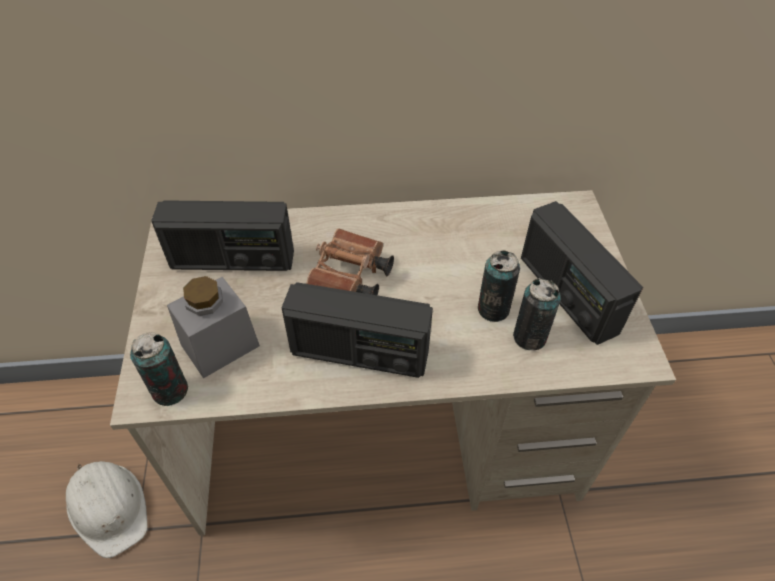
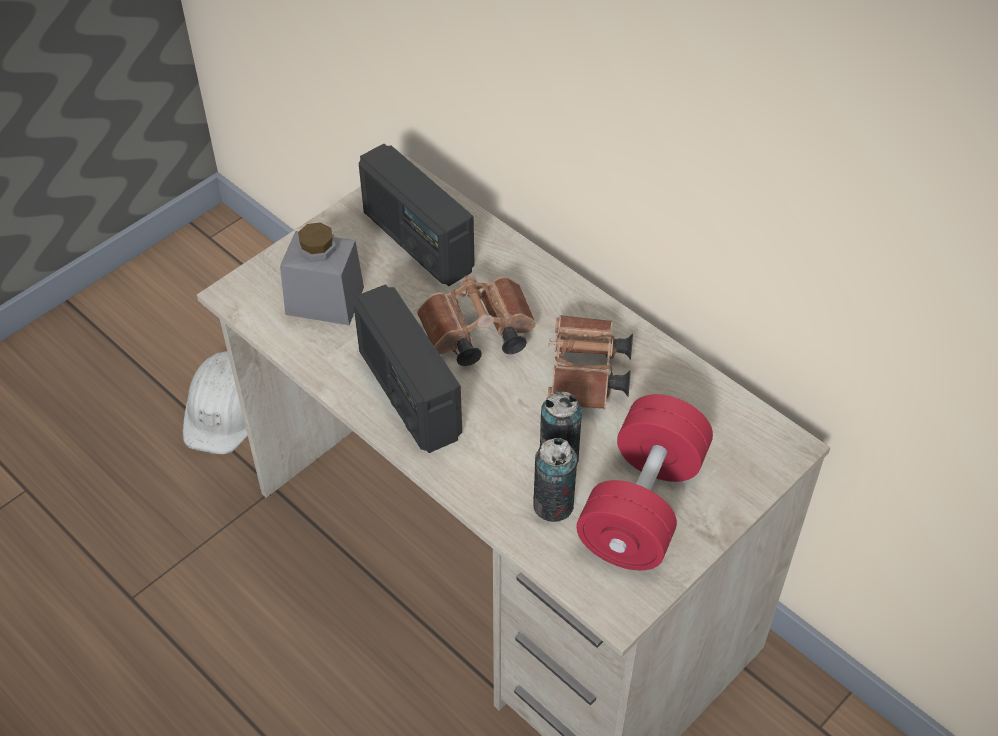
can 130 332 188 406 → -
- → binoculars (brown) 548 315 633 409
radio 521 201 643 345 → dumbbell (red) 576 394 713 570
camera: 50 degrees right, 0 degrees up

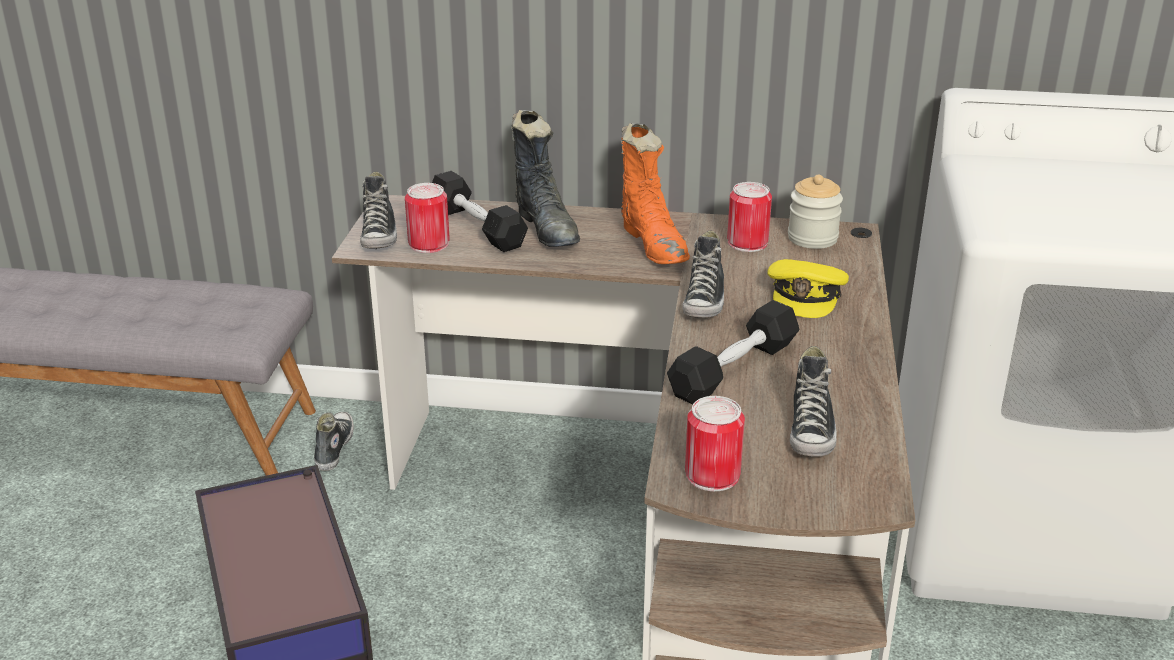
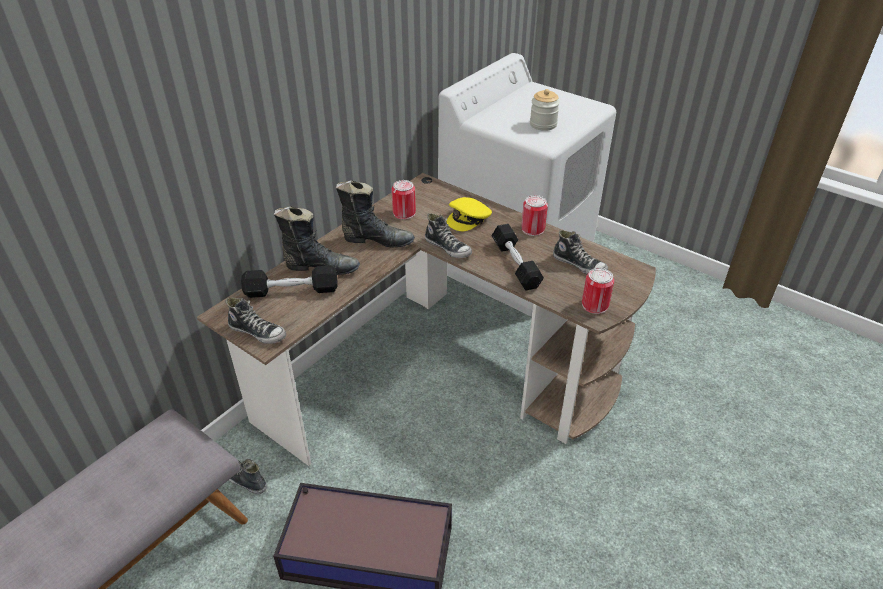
can 405 183 450 253 → can 521 195 548 236, move
jar 788 175 843 249 → jar 530 89 560 131, move
boot (orange) 621 123 690 264 → boot (black) 335 180 415 247
cap (yellow) 768 259 849 318 → cap (yellow) 447 197 492 231, 90 degrees clockwise
camera: 60 degrees left, 10 degrees up

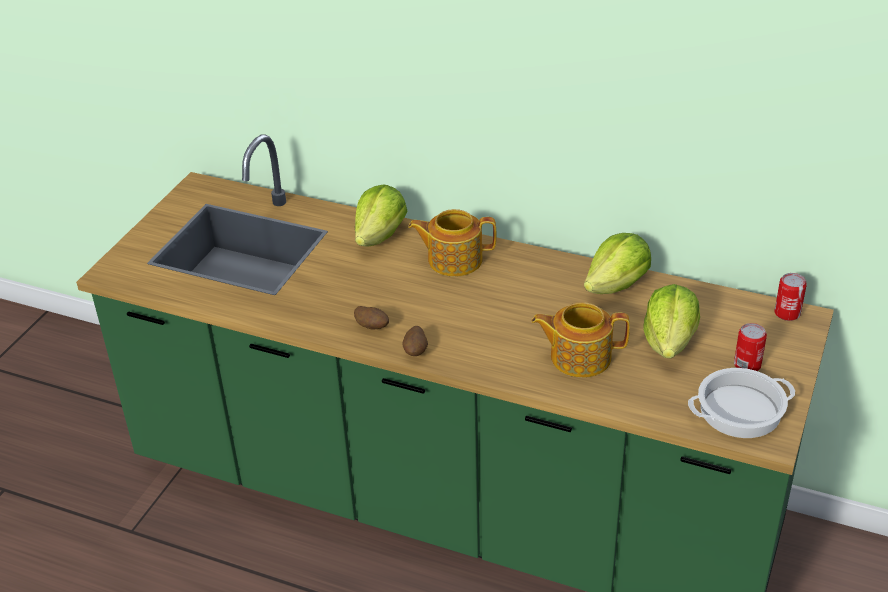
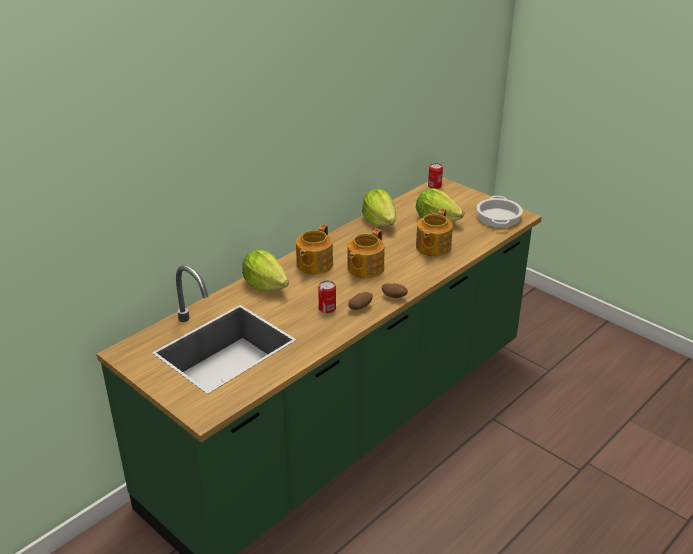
- → teapot 348 229 385 278
can 734 323 767 371 → can 318 280 336 313, move
camera: 70 degrees left, 5 degrees down

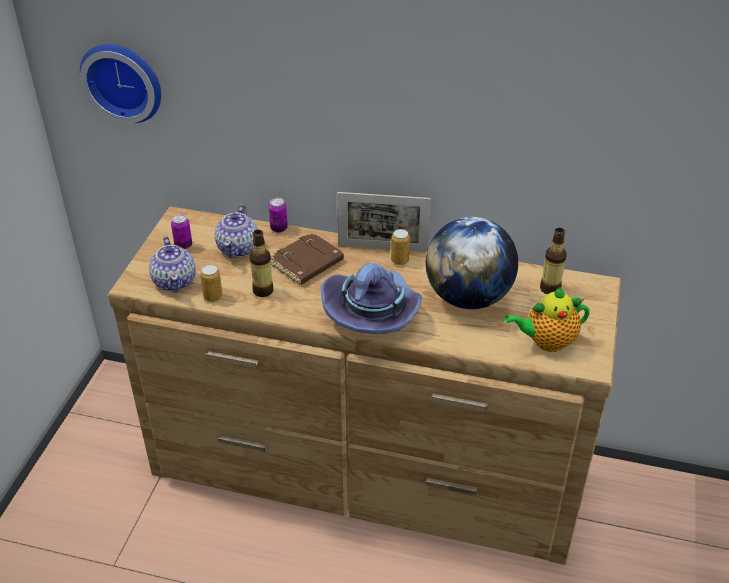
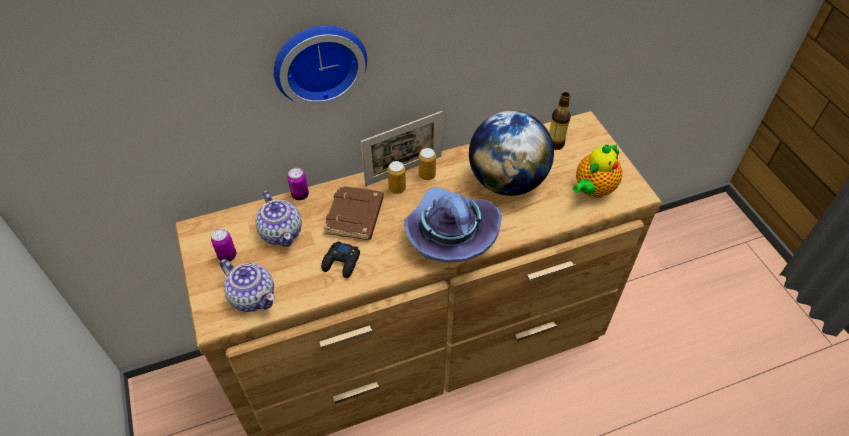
wall clock 80 44 161 123 → wall clock 274 26 367 107, move
can 200 265 223 302 → can 388 161 406 194, move
bottle 250 230 274 297 → game controller (black) 321 241 360 278
camera: 35 degrees left, 10 degrees up

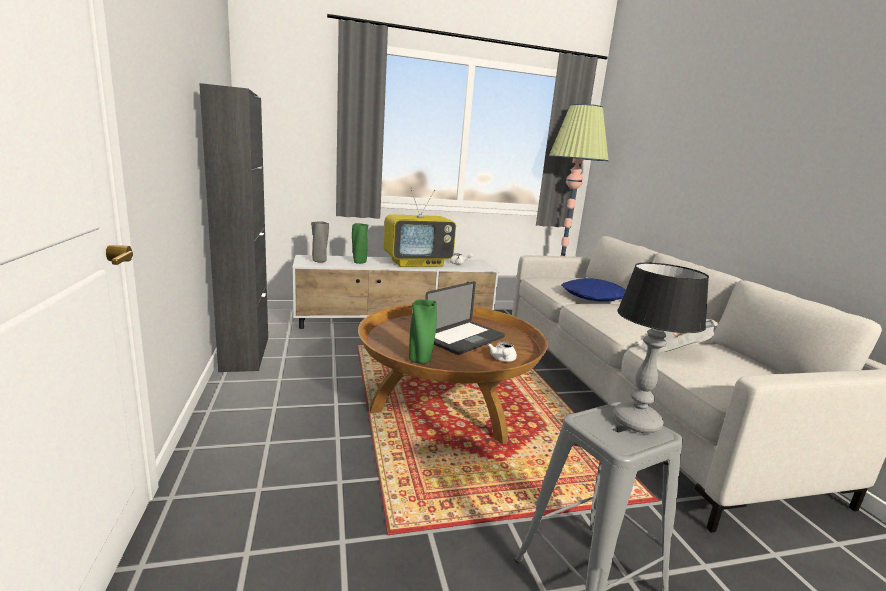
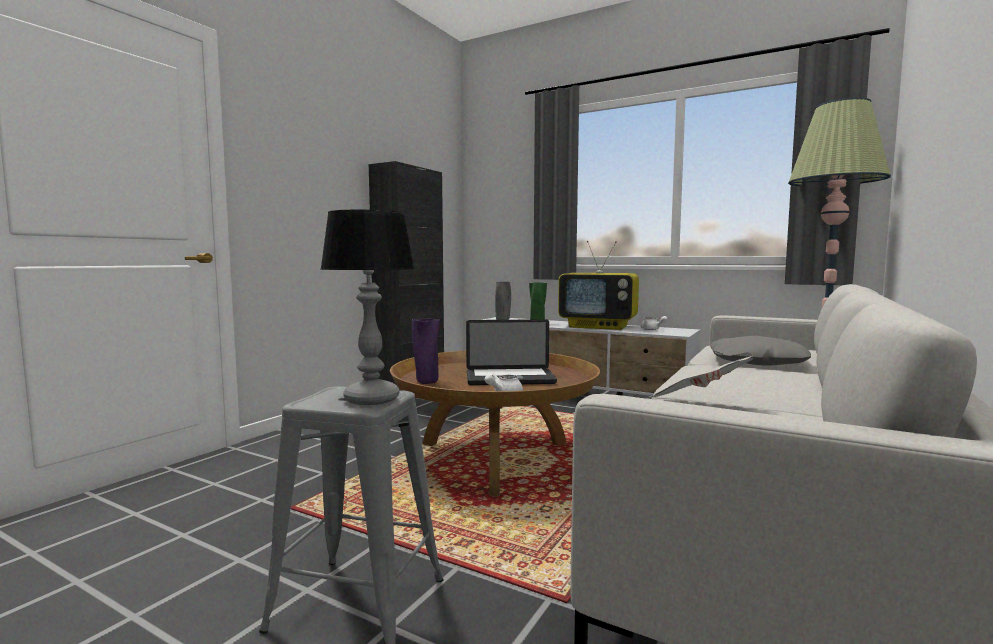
vase (green) 409 300 437 364 → vase (purple) 412 319 440 384
pillow (blue) 561 278 626 302 → pillow (grey) 710 336 811 366
camera: 45 degrees right, 10 degrees down

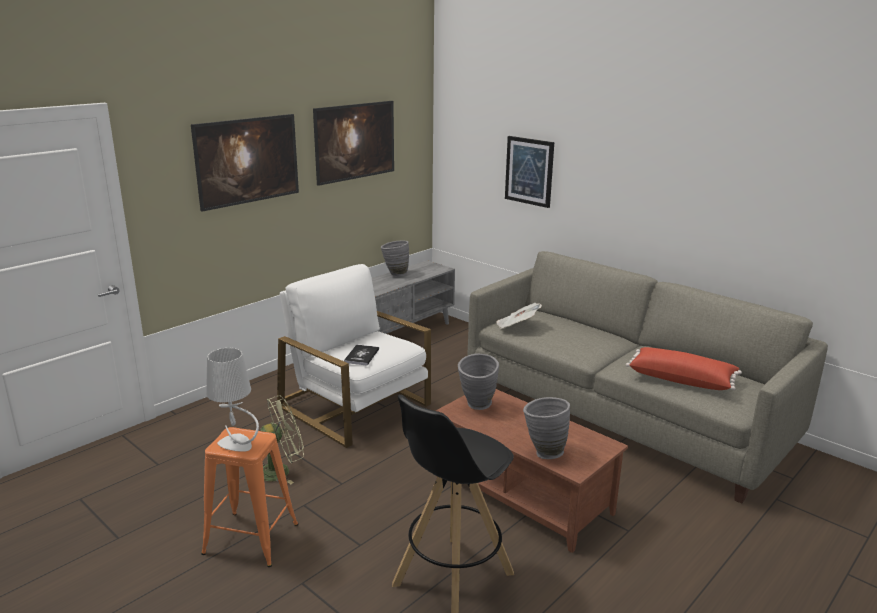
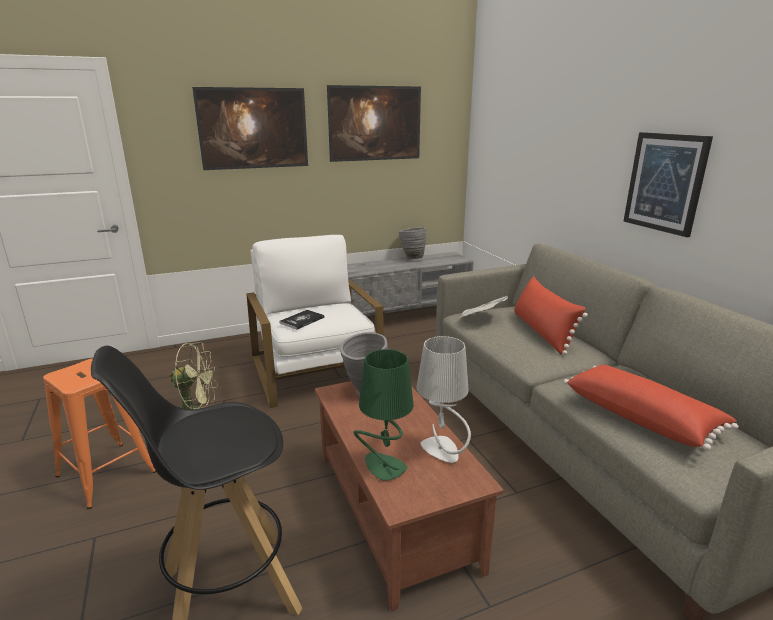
- → pillow (red) 514 276 588 355
table lamp (grey) 206 348 259 452 → table lamp (grey) 417 336 471 463, move
picture 505 136 554 208 → picture 624 132 713 237, move
vase (grey) 523 397 570 459 → table lamp (green) 353 349 414 481
camera: 25 degrees right, 0 degrees up

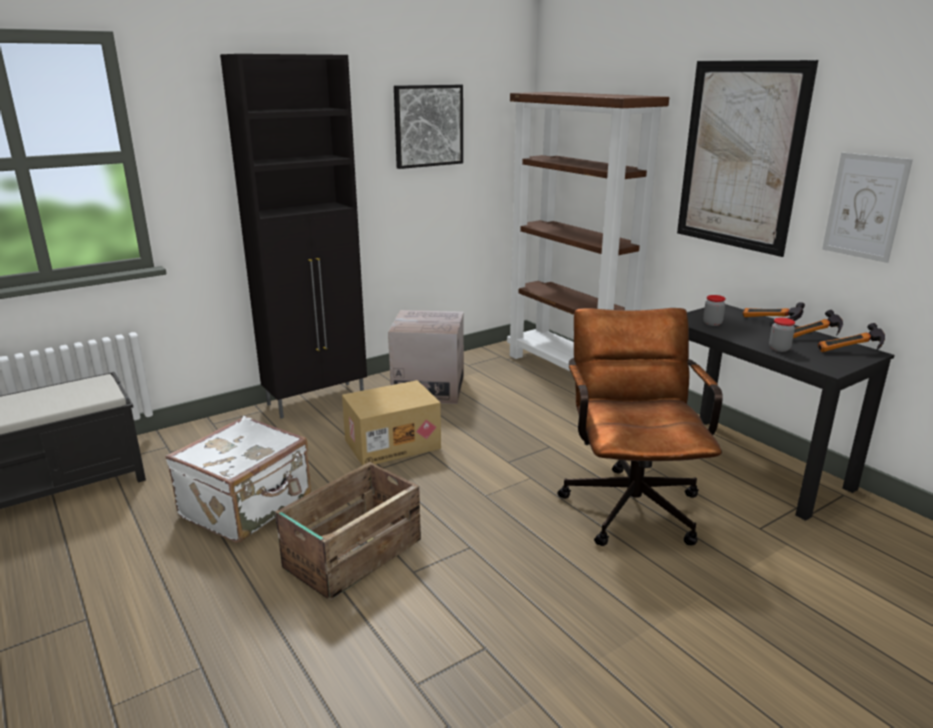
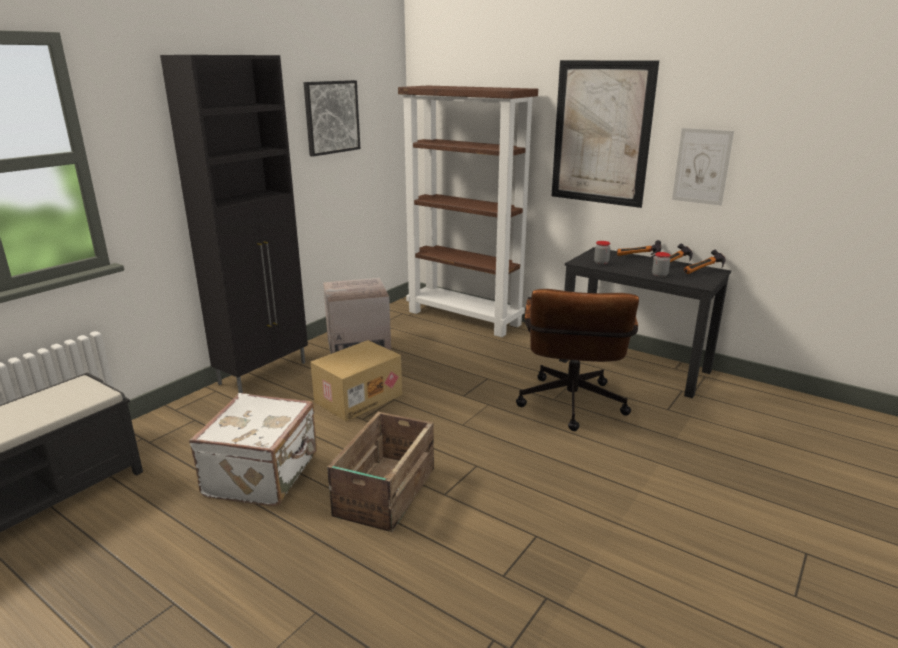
office chair (brown) 557 308 723 546 → office chair (brown) 516 289 639 431, 150 degrees counterclockwise
camera: 20 degrees left, 0 degrees up

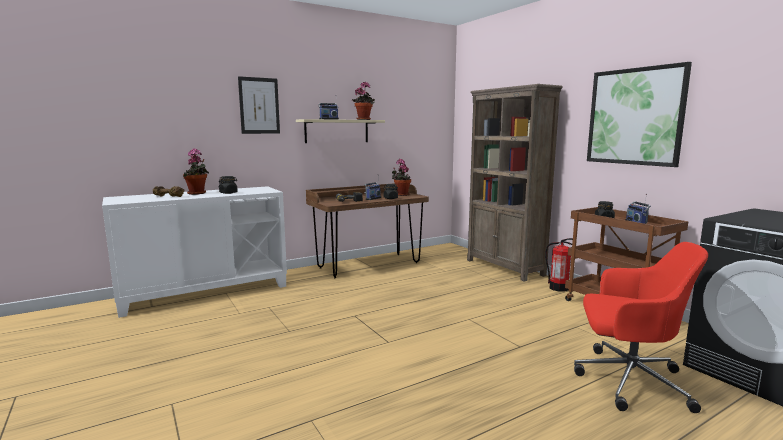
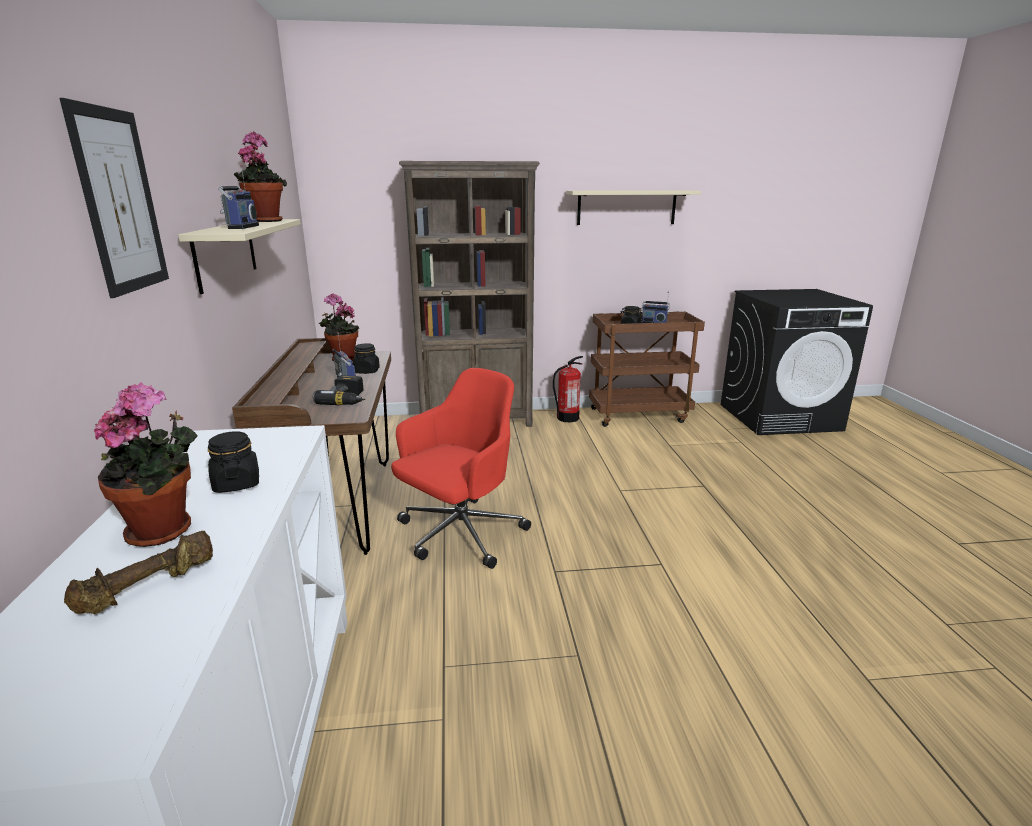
office chair (red) 574 242 708 413 → office chair (red) 391 368 531 569, move
picture 587 62 692 167 → shelf (beige) 566 190 701 225
camera: 65 degrees left, 10 degrees up

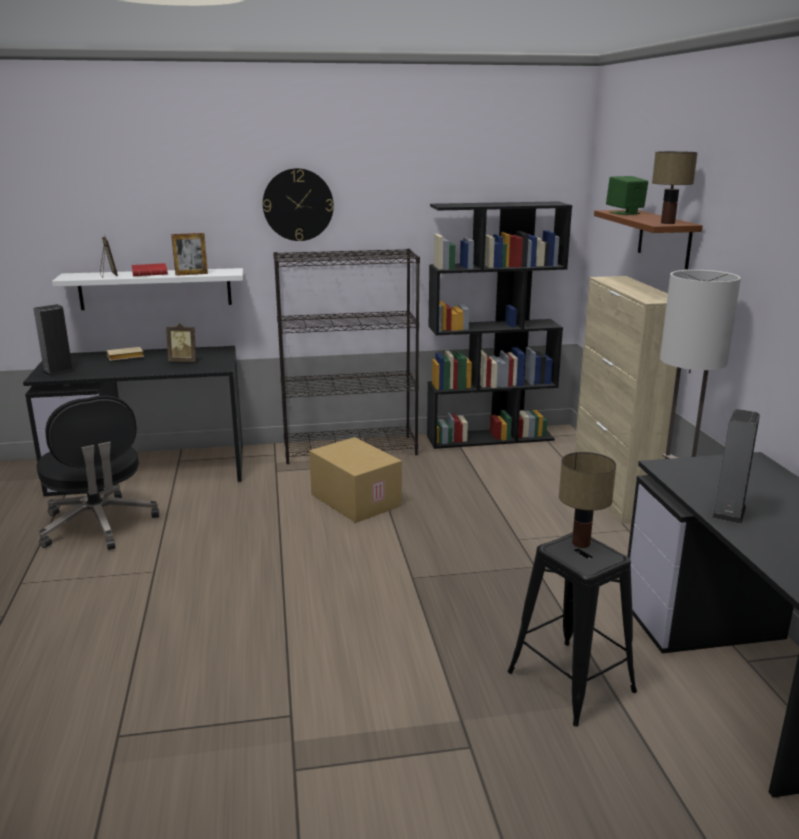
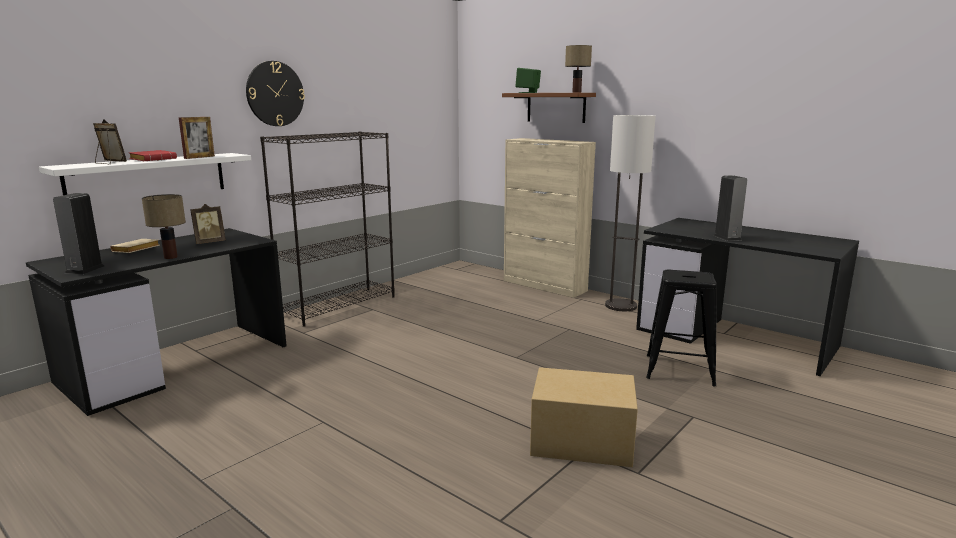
office chair (black) 36 395 160 550 → -
bookcase (black) 427 201 572 449 → -
cardboard box 309 437 402 523 → cardboard box 530 367 638 467, move
table lamp 559 452 616 548 → table lamp 142 194 186 259, move
camera: 40 degrees left, 5 degrees down

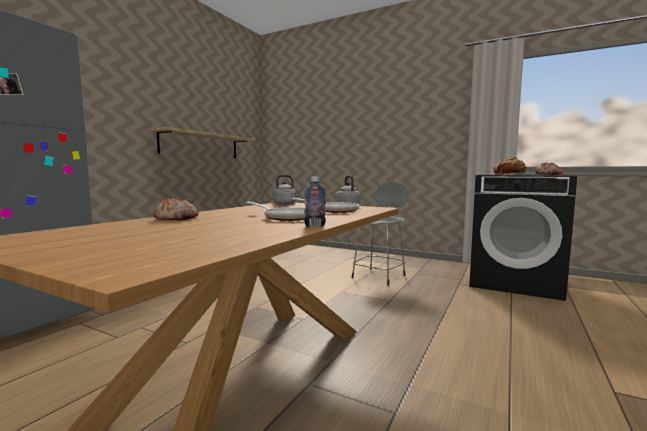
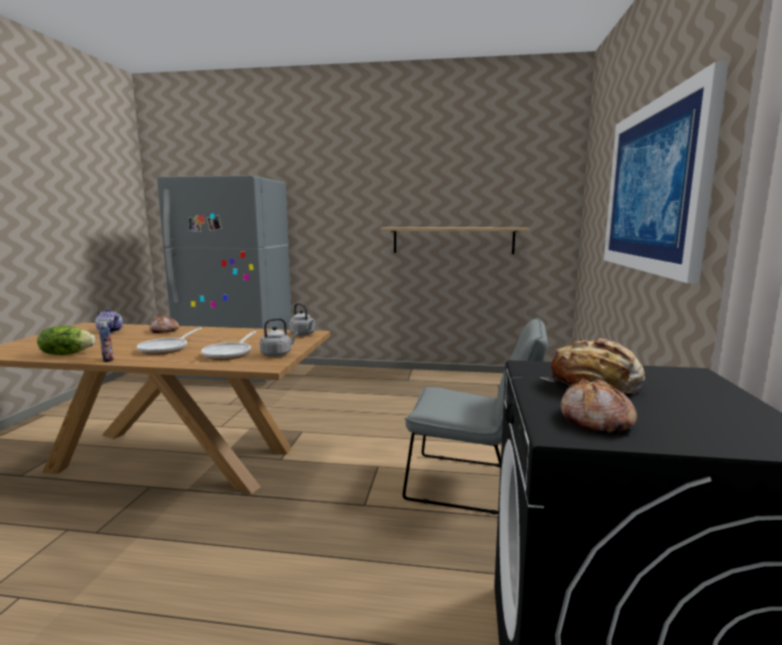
- → lettuce 37 326 95 355
- → teapot 95 308 123 333
- → picture 604 61 729 284
stool (grey) 352 183 408 286 → chair (grey) 403 317 548 515
camera: 70 degrees right, 5 degrees up

